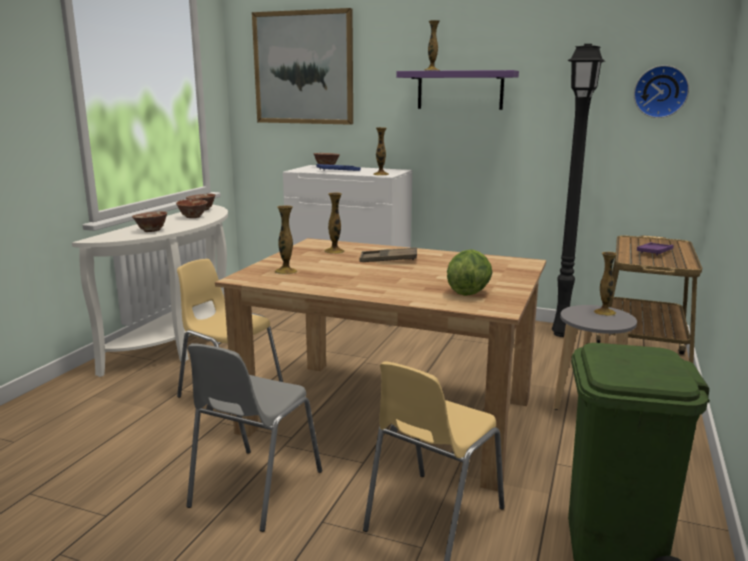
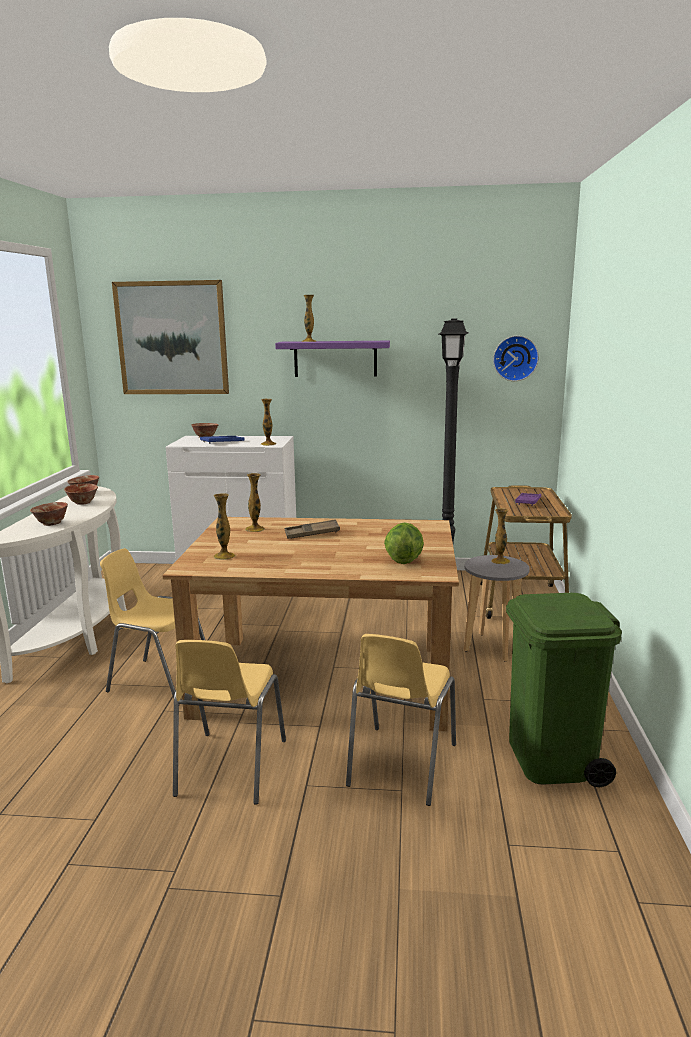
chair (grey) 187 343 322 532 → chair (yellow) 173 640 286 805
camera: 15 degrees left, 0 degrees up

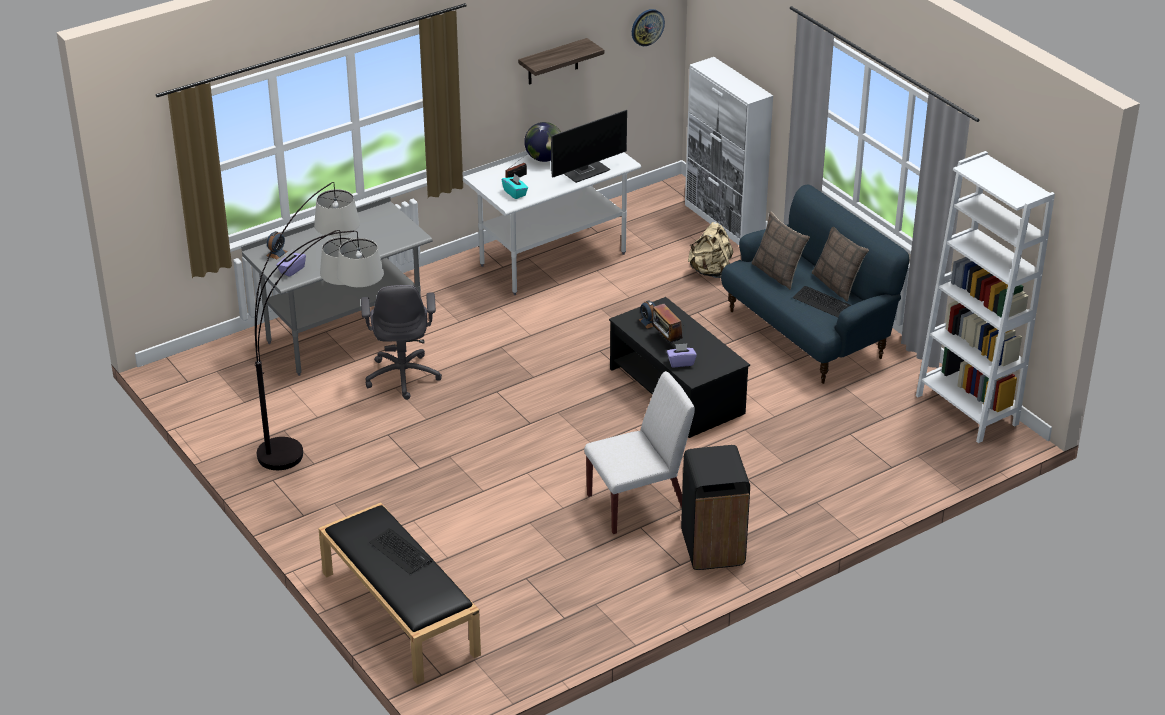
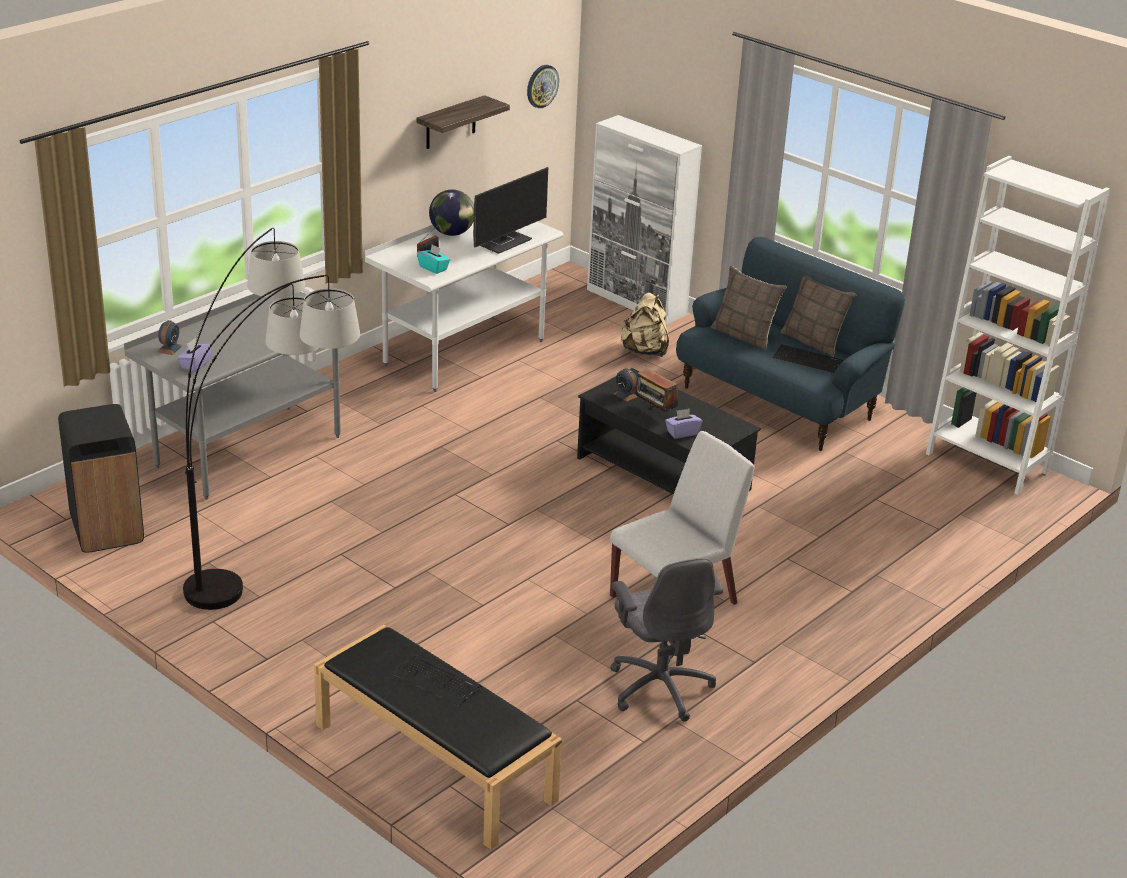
office chair (grey) 361 285 442 400 → office chair (grey) 610 558 723 722, move
trash can (black) 681 445 750 570 → trash can (black) 58 404 144 553, move
camera: 15 degrees left, 5 degrees down

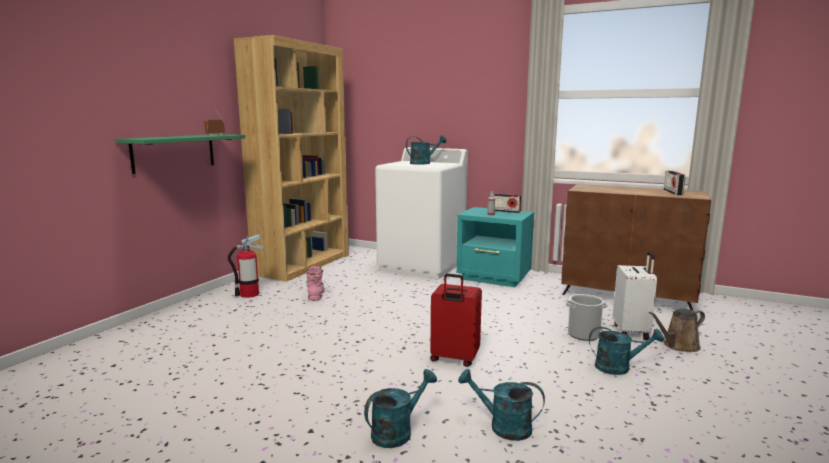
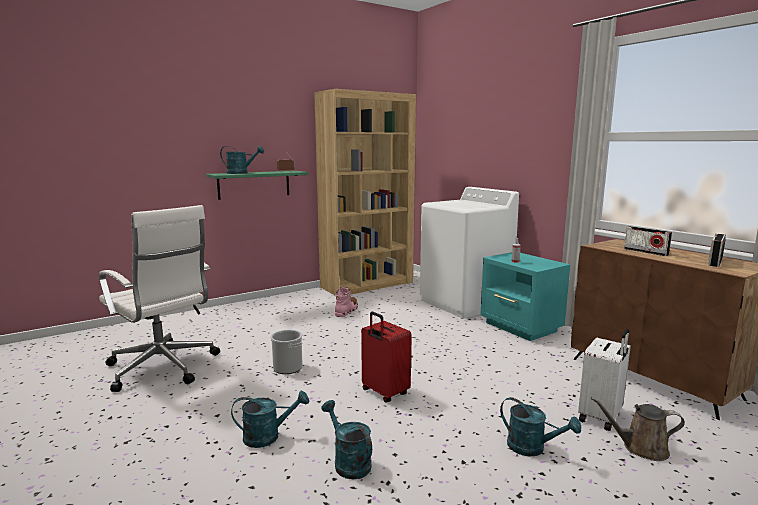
fire extinguisher 228 234 264 298 → -
- → office chair (white) 99 205 220 392
watering can (turquoise) 406 135 446 165 → watering can (turquoise) 220 145 264 174, move
radio 493 194 521 213 → radio 624 226 672 256, move
bucket 566 294 607 341 → bucket 270 329 303 374, move
camera: 30 degrees right, 0 degrees up

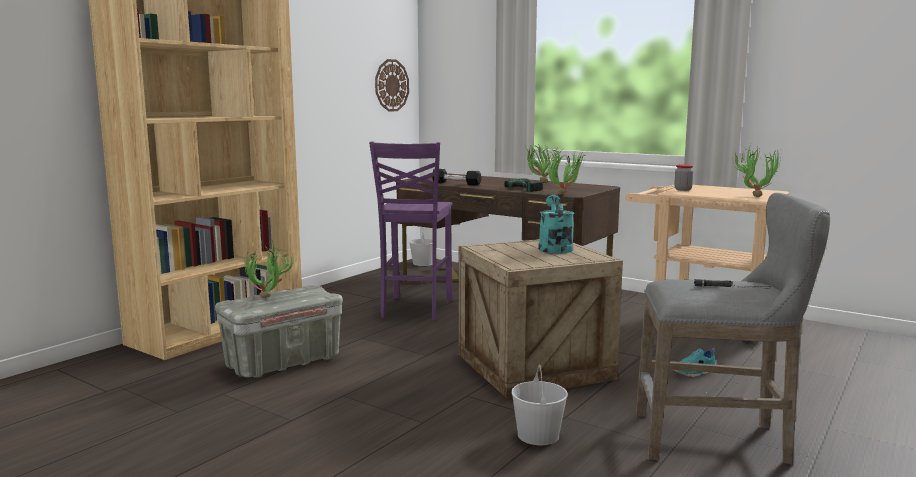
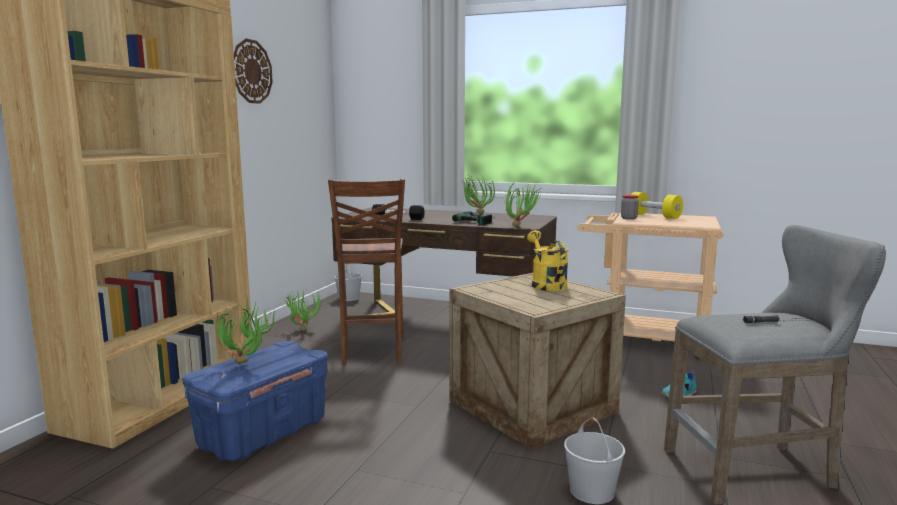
- → dumbbell (yellow) 631 192 683 219
wall clock 375 59 409 112 → wall clock 234 39 273 104, move
potted plant 733 144 781 197 → potted plant 284 292 322 332, move
storage box (grey) 215 285 343 378 → storage box (blue) 182 341 328 461
chair (purple) 369 142 452 321 → chair (brown) 328 179 405 365
watering can (turquoise) 538 195 574 254 → watering can (yellow) 527 230 569 291
camera: 15 degrees left, 0 degrees up

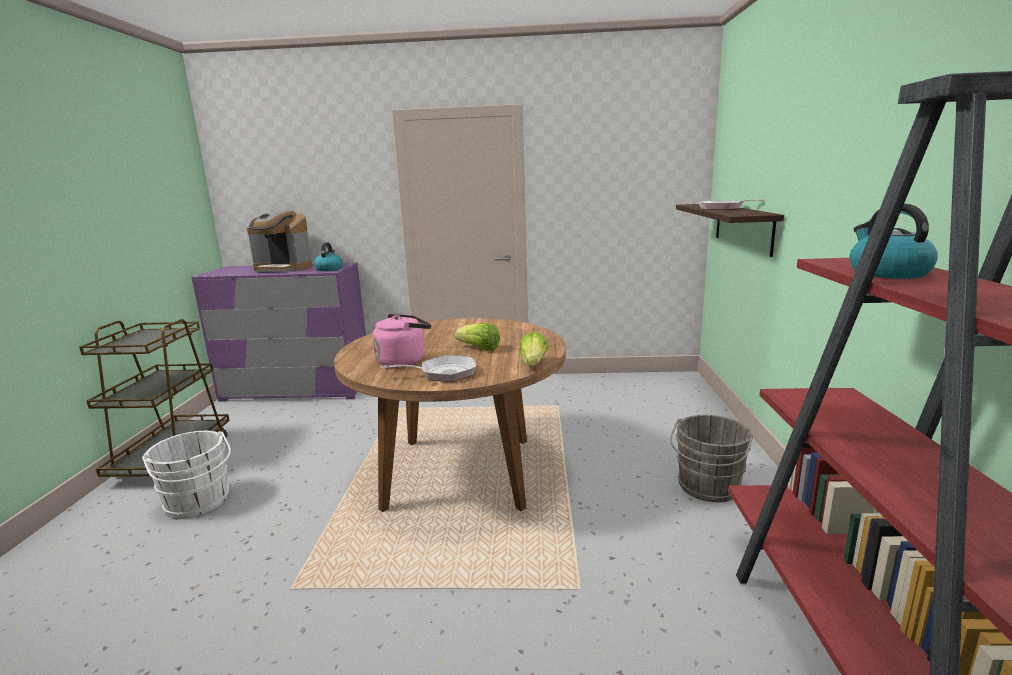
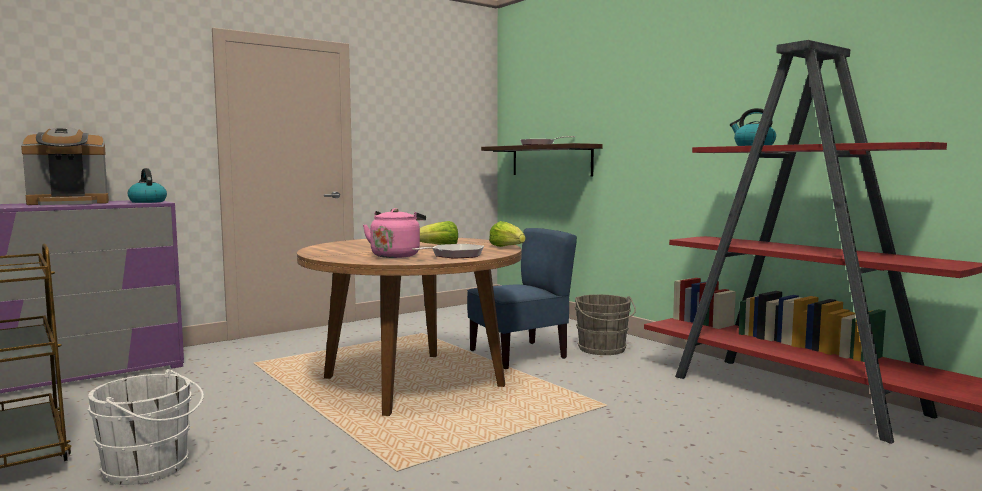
- → chair (blue) 467 228 577 369
camera: 40 degrees left, 10 degrees down

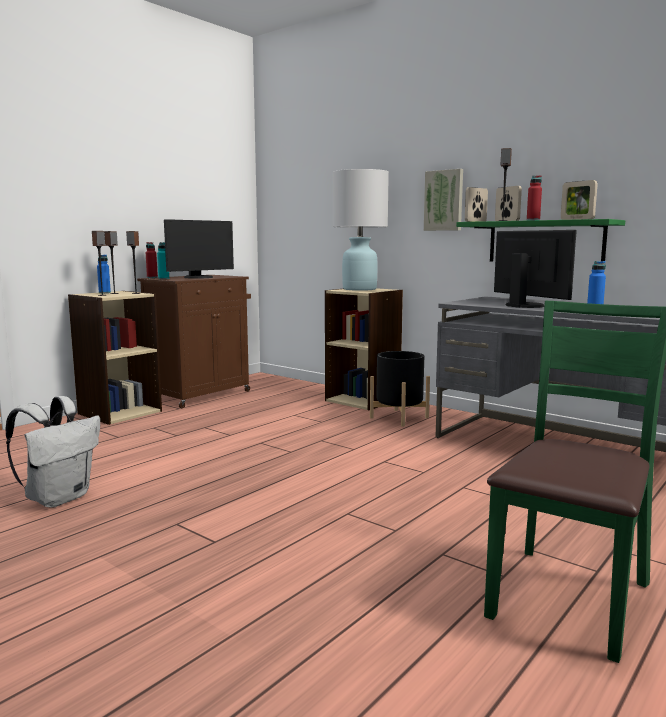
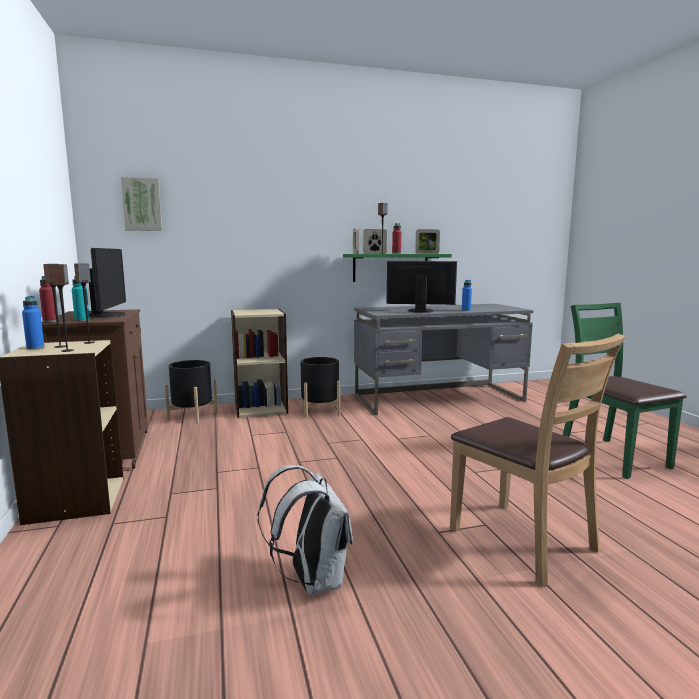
table lamp (white) 333 169 389 291 → -
- → planter (black) 164 360 218 424
- → chair (brown) 450 334 625 587
picture 424 169 463 231 → picture 121 177 162 231, move
camera: 55 degrees left, 0 degrees up

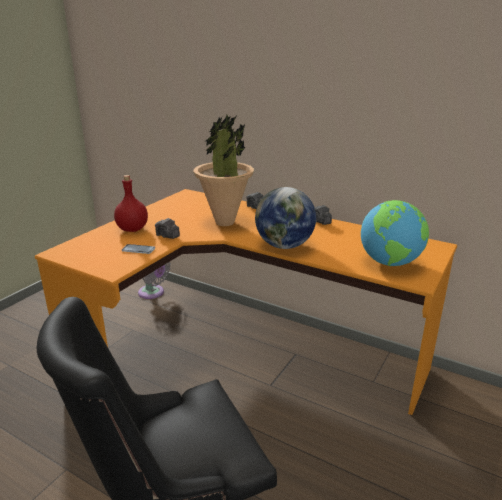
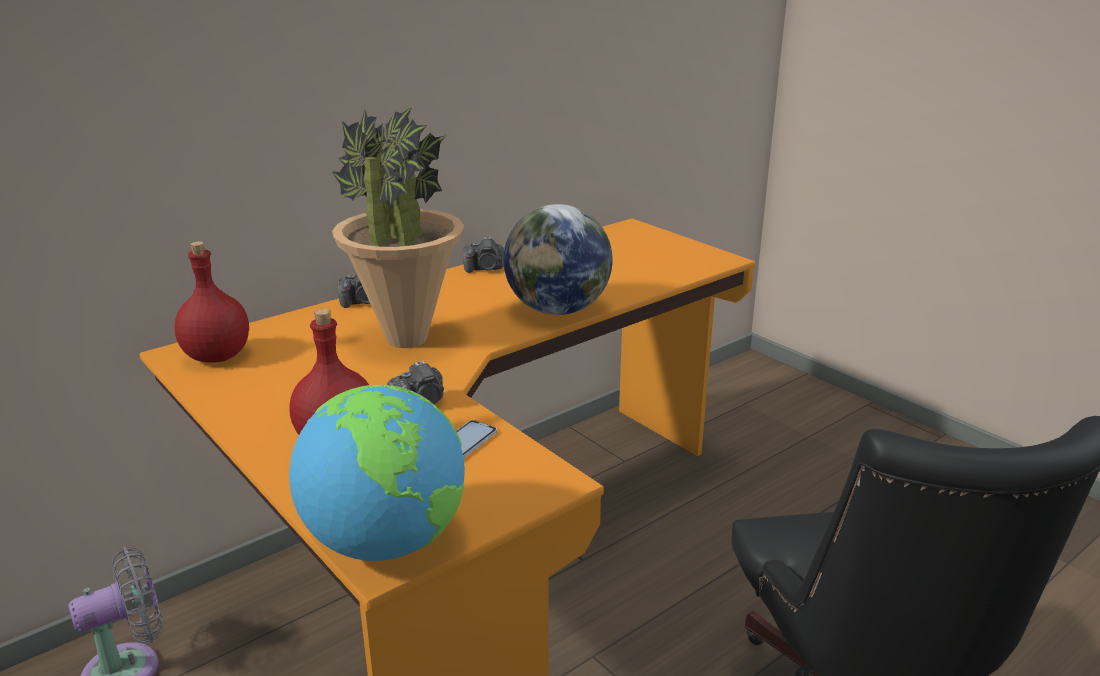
- → bottle (red) 174 241 249 363
globe 361 200 429 266 → globe 289 385 465 561, move
camera: 70 degrees left, 0 degrees up

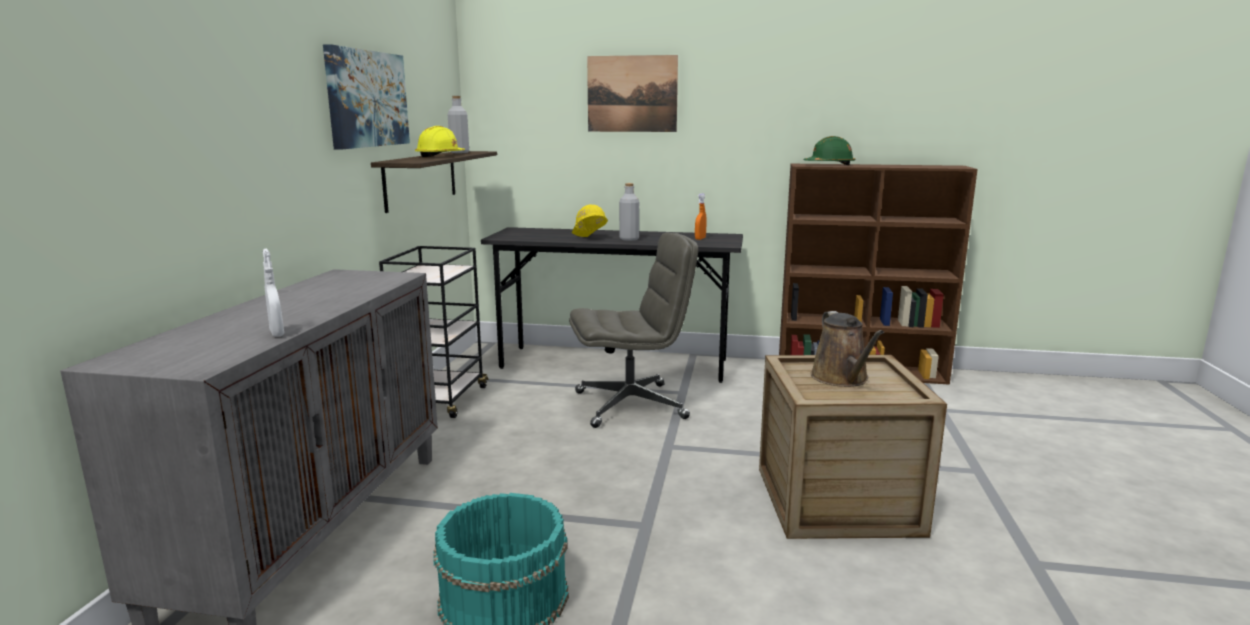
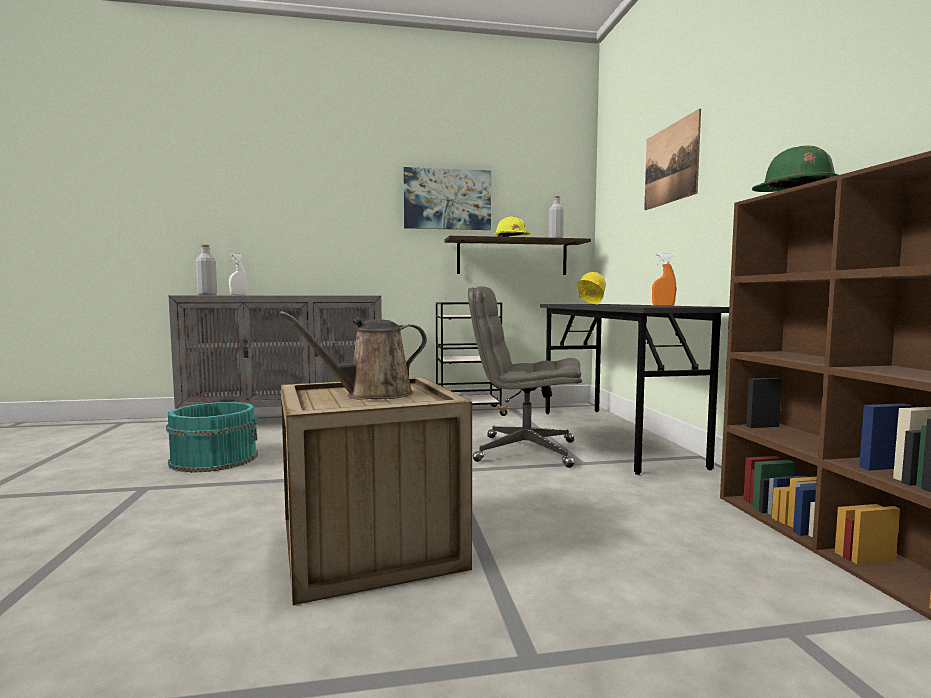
bottle (grey) 619 183 639 241 → bottle (grey) 196 245 217 295, move
office chair (grey) 569 233 698 428 → office chair (grey) 468 286 582 468, 135 degrees clockwise
camera: 70 degrees right, 10 degrees down

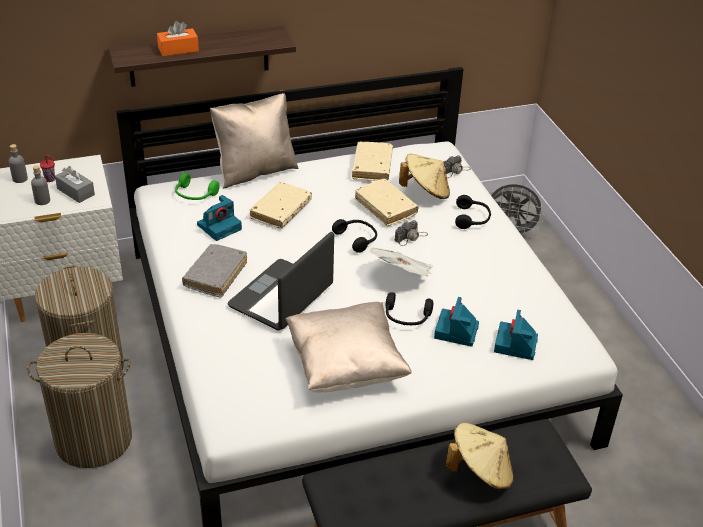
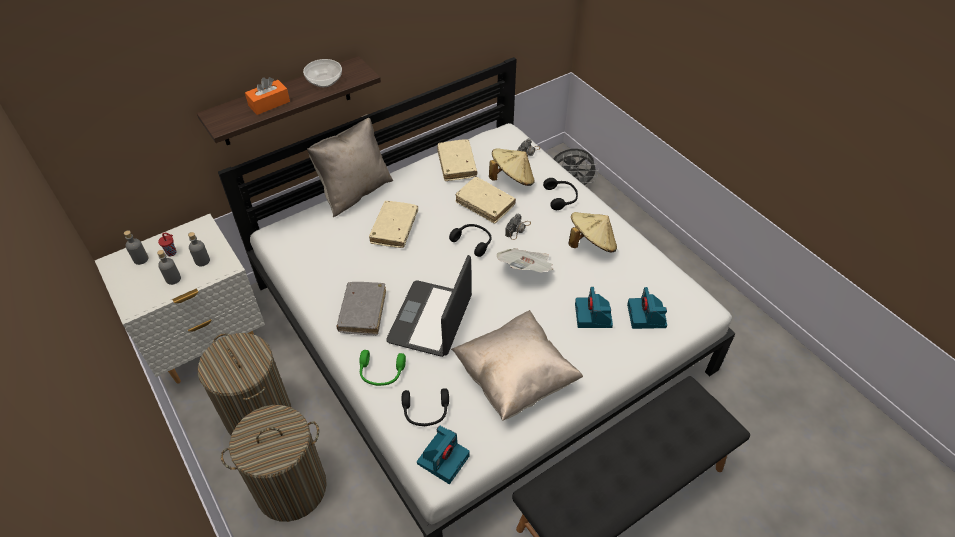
- → bowl 303 59 342 87
headphones (green) 175 173 220 200 → headphones (green) 359 350 406 386, move
photo camera 197 195 242 241 → photo camera 417 425 469 484, move
headphones (black) 385 292 433 325 → headphones (black) 402 388 449 426, move
hat (beige) 445 423 514 490 → hat (beige) 568 212 617 252, move
tissue box (grey) 55 166 95 203 → bottle (grey) 188 232 210 266
camera: 15 degrees left, 10 degrees up

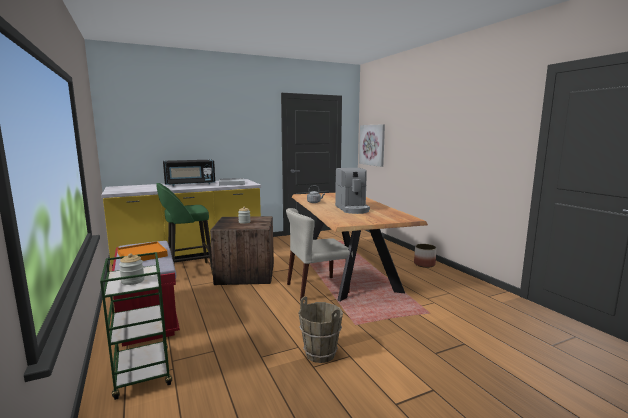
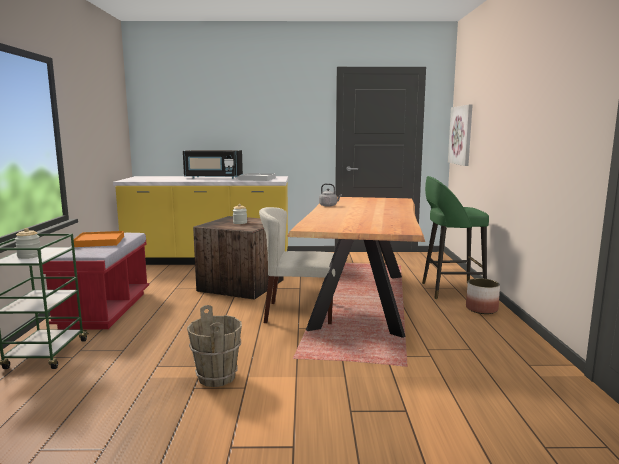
coffee machine 335 168 370 214 → -
stool (green) 157 183 213 275 → stool (green) 422 176 489 299, move
camera: 25 degrees right, 0 degrees up

